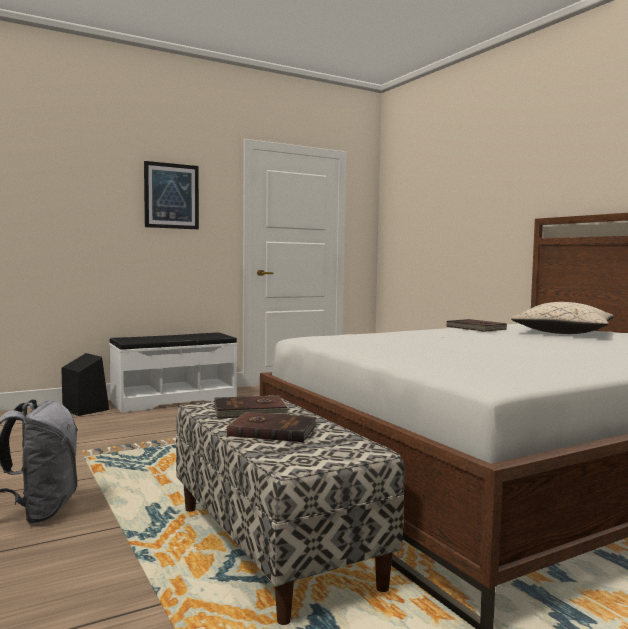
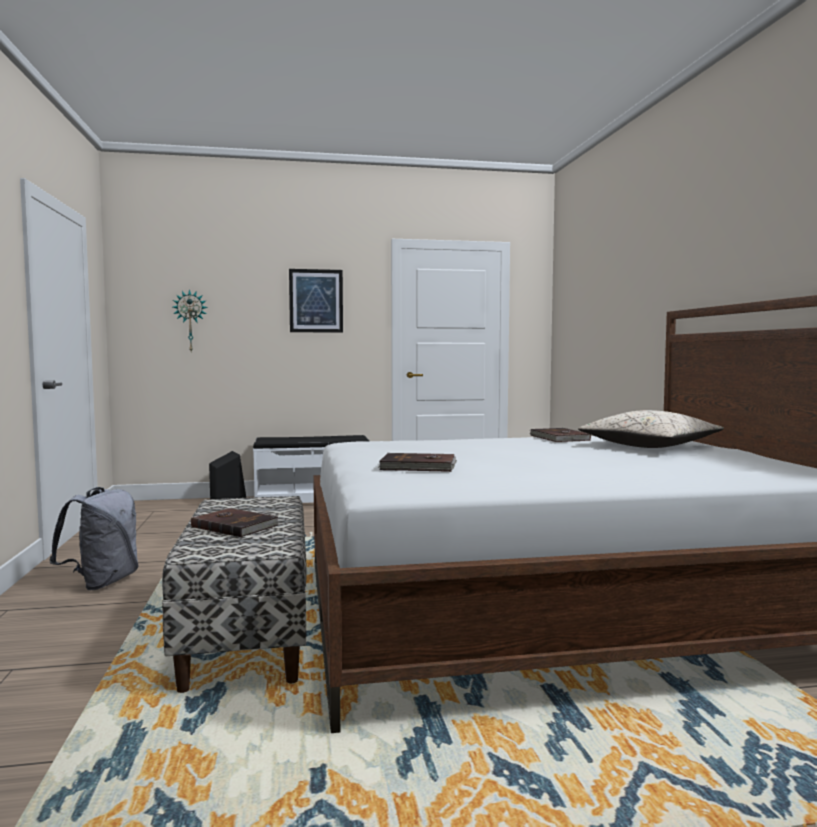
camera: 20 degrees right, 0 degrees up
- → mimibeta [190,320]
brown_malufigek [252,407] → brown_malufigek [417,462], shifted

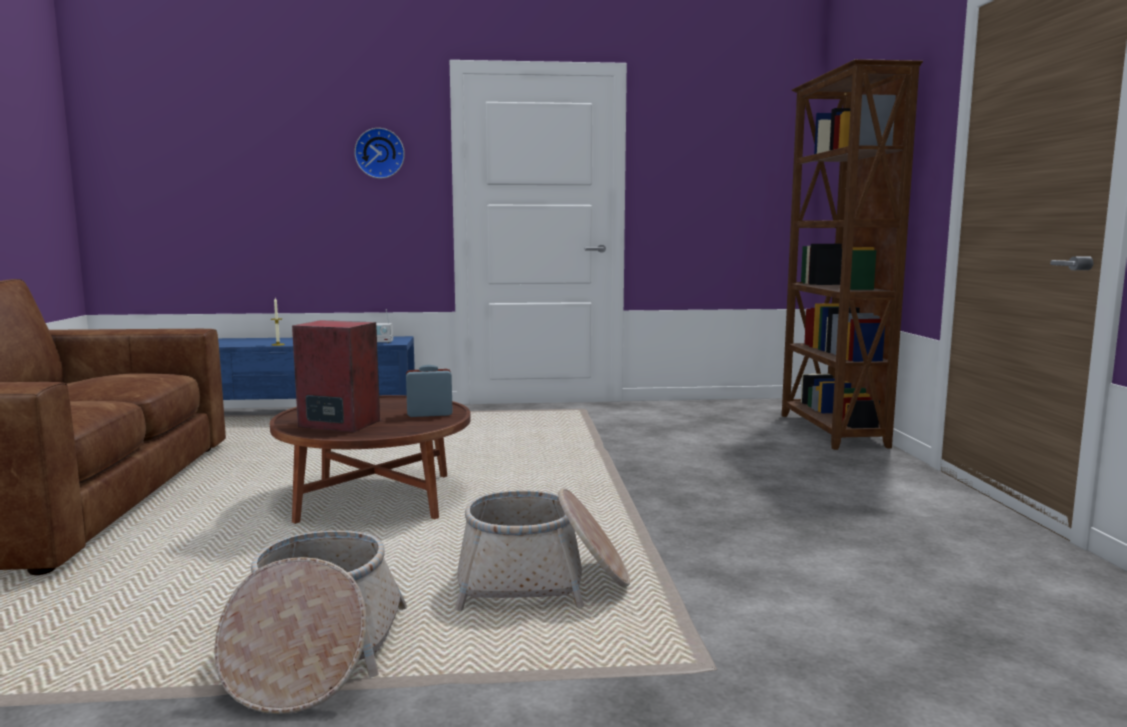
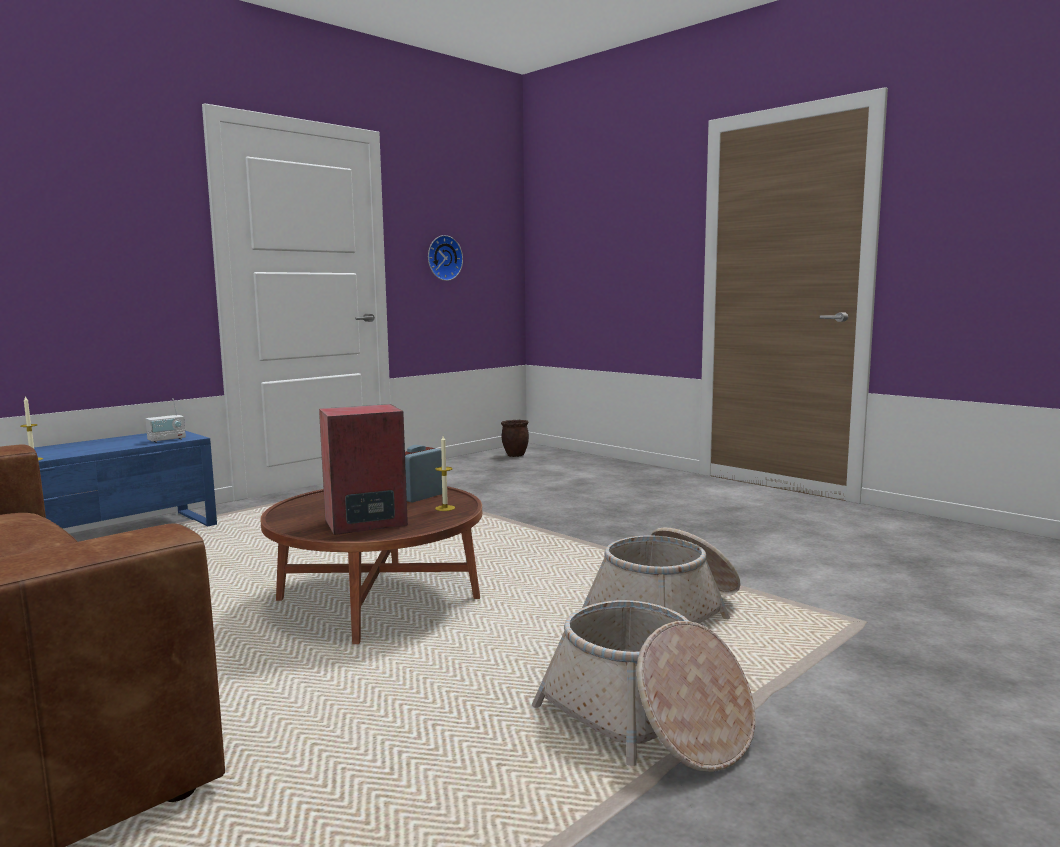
camera: 40 degrees left, 0 degrees up
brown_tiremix [852,254] → -
- → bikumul [445,473]
- → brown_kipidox [515,438]
mimibeta [379,153] → mimibeta [445,258], shifted

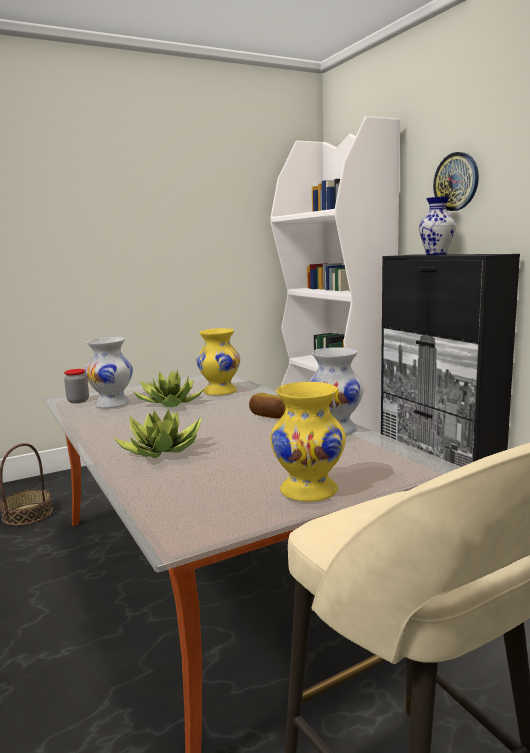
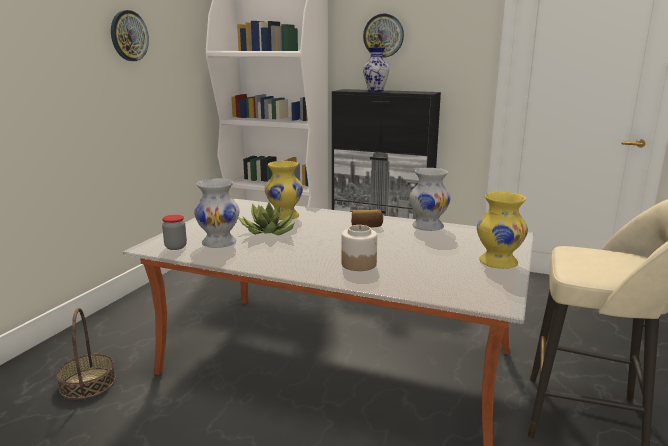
camera: 40 degrees left, 5 degrees up
- → mimibeta [130,35]
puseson [158,434] → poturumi [359,248]

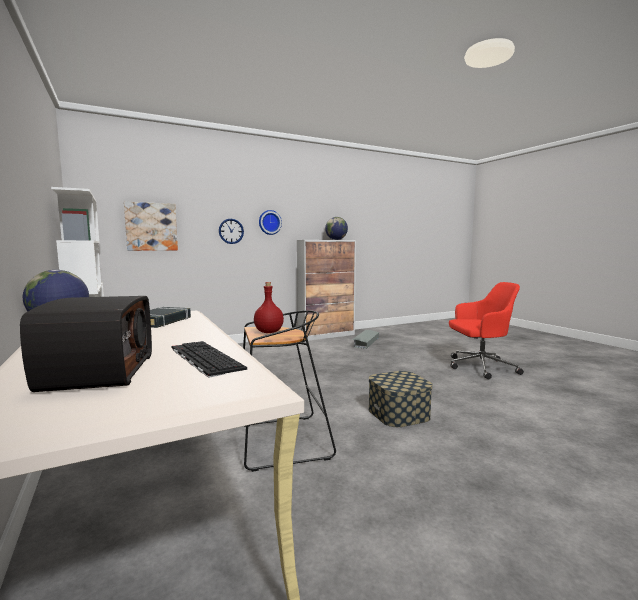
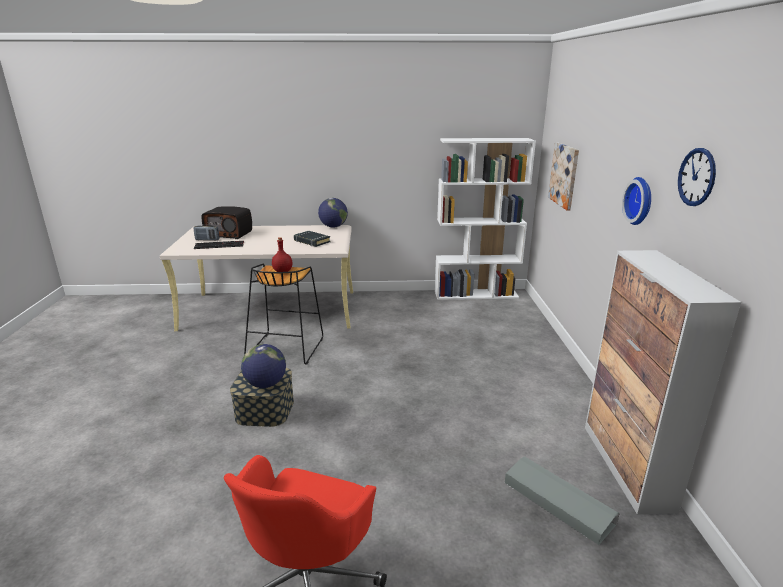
camera: 115 degrees right, 15 degrees up
- → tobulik [206,233]
mimibeta [231,231] → mimibeta [697,177], shifted
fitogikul [336,228] → fitogikul [263,366], shifted

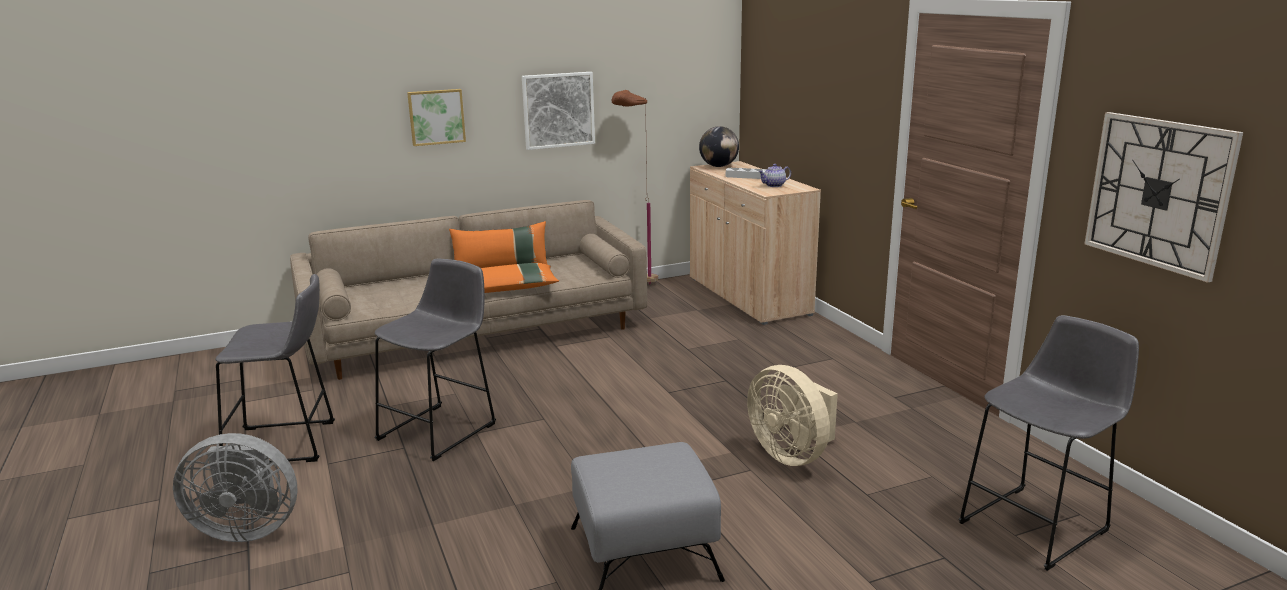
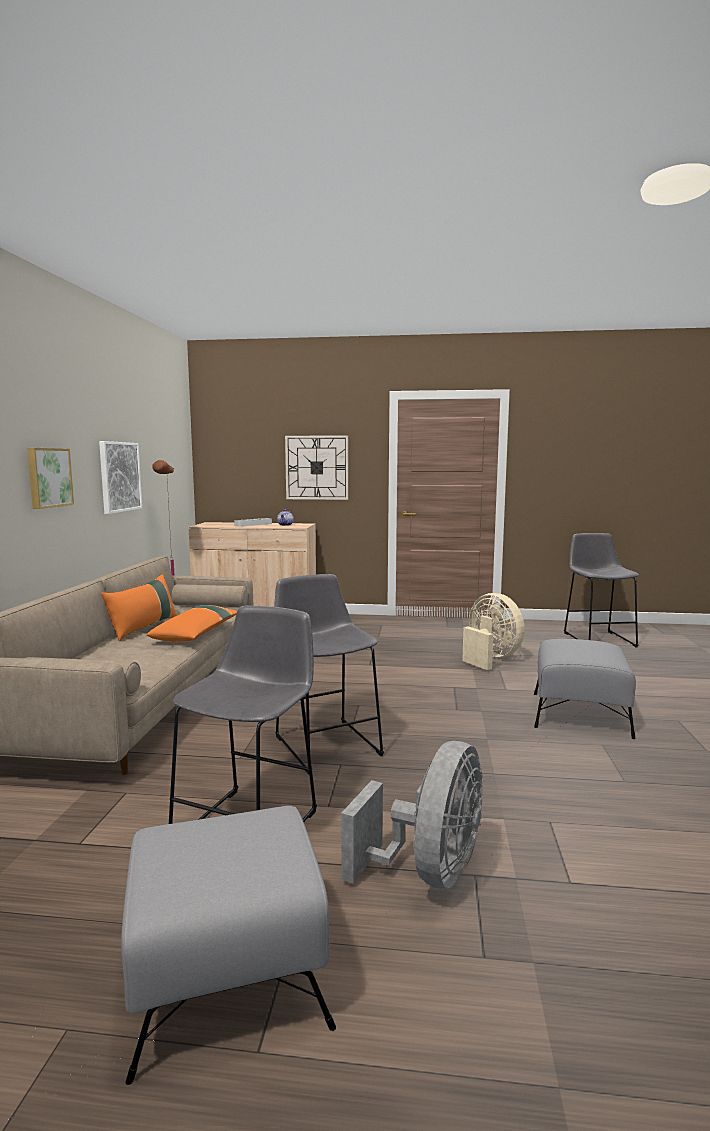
camera: 60 degrees left, 10 degrees down
fitogikul [719,146] → -
- → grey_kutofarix [228,945]
mimibeta [1164,197] → mimibeta [316,467], shifted
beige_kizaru [792,415] → beige_kizaru [493,631], 120 degrees counterclockwise

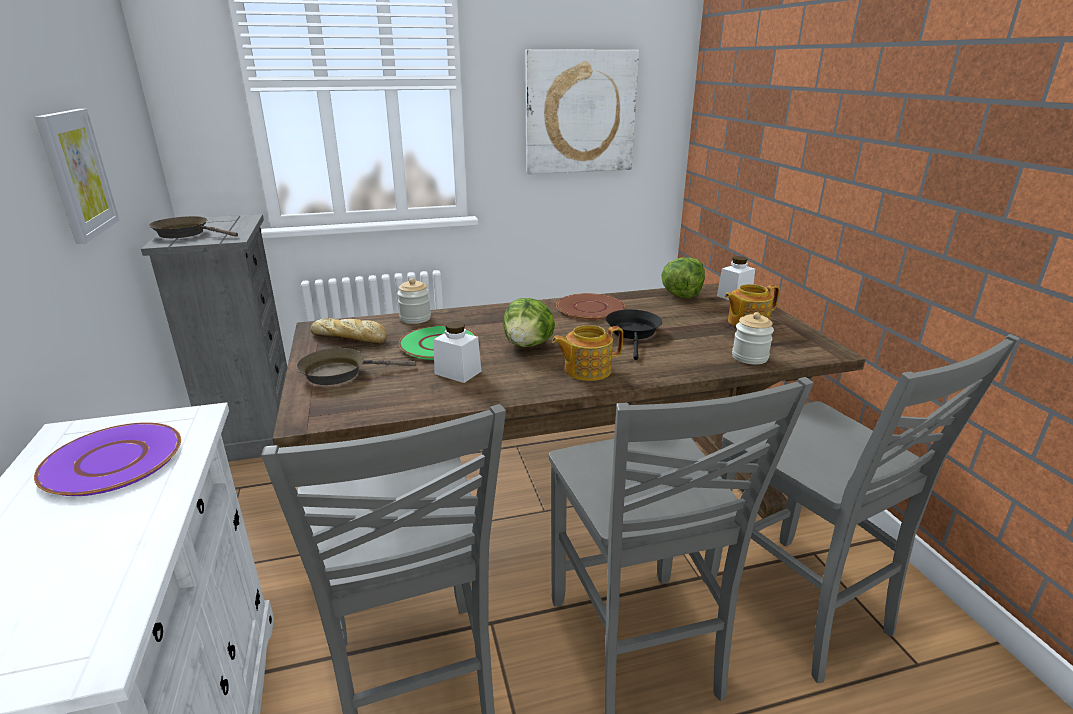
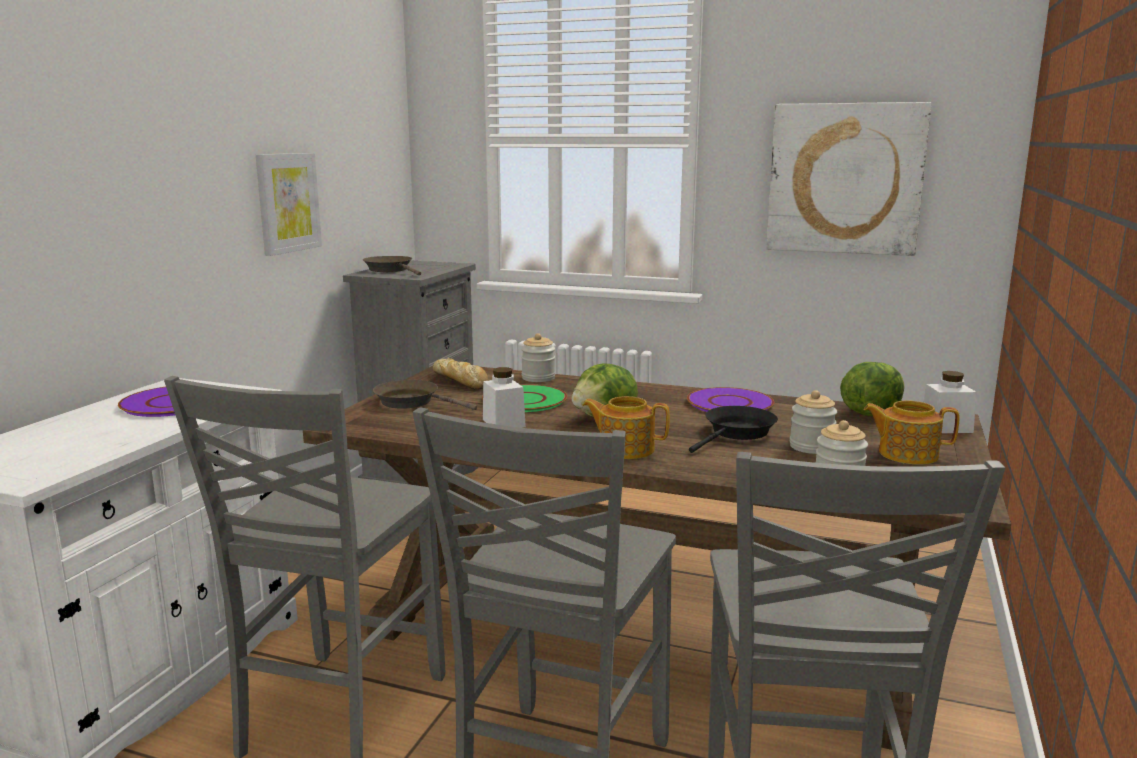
camera: 35 degrees right, 10 degrees down
- → poturumi [813,422]
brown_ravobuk [590,306] → purple_ravobuk [730,399]

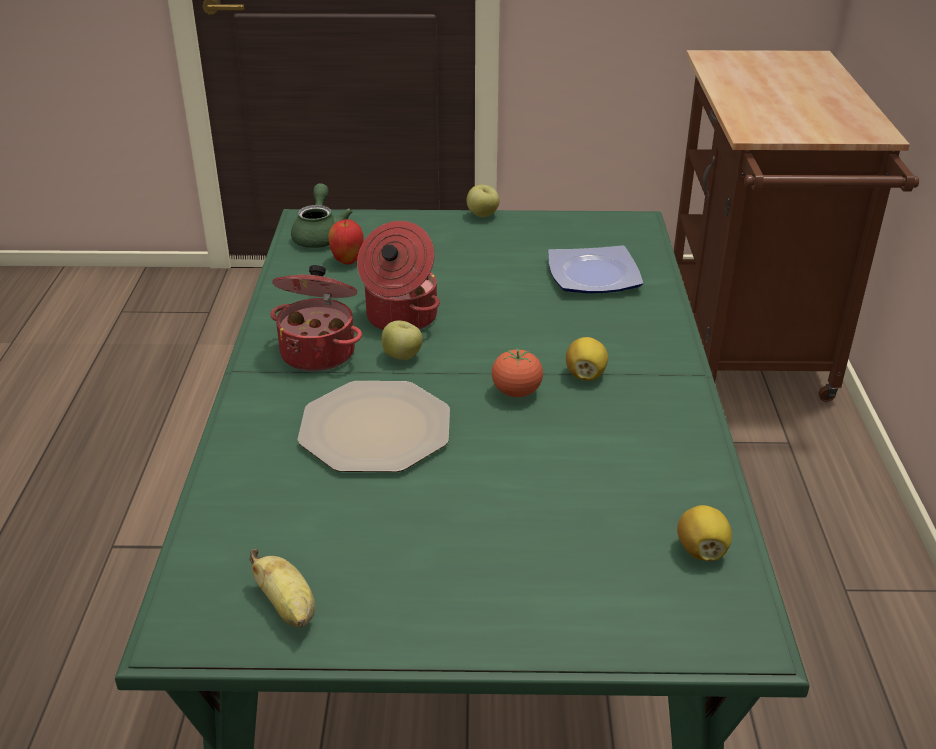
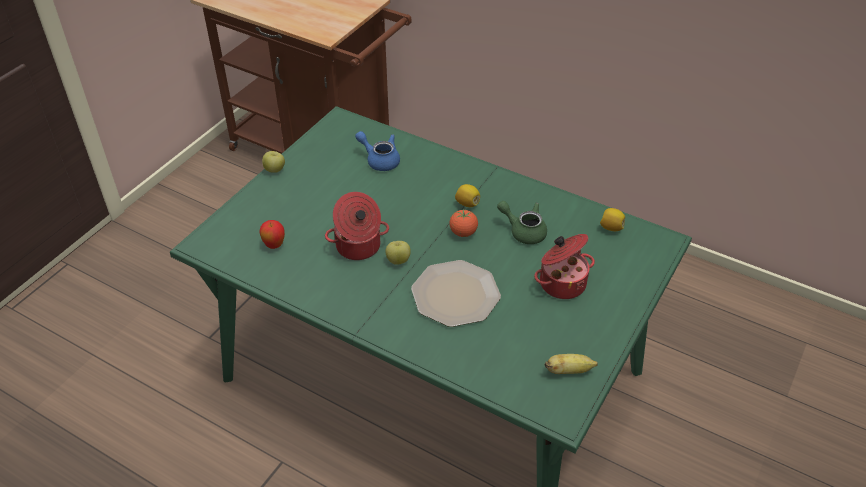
camera: 60 degrees left, 10 degrees up
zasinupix [316,318] → zasinupix [564,266], shifted
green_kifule [322,215] → green_kifule [522,222], shifted
ravobuk [595,269] → blue_kifule [377,151]

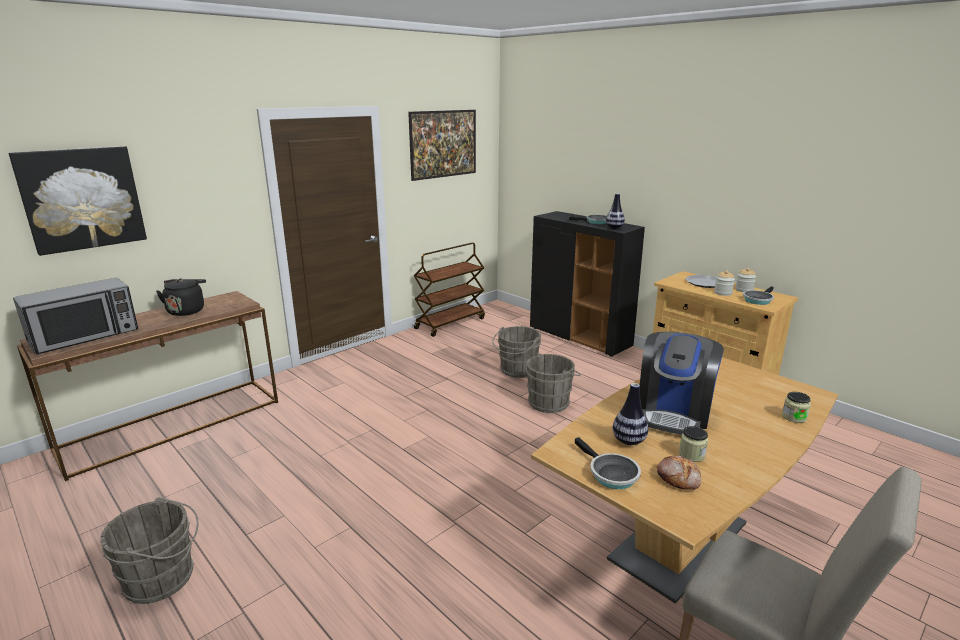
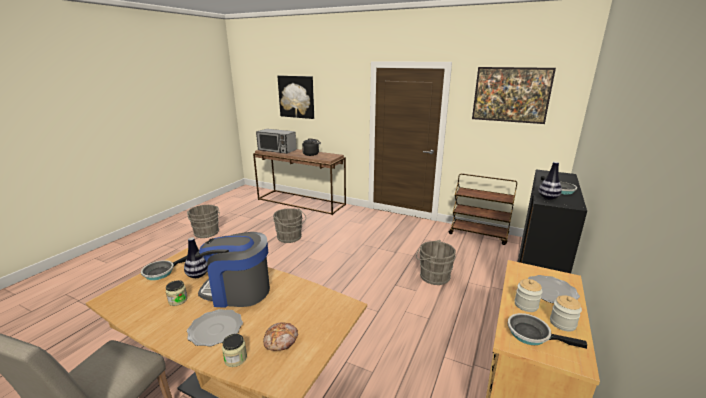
camera: 70 degrees right, 0 degrees up
- → ravobuk [215,328]
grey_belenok [553,383] → grey_belenok [289,225], shifted
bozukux [679,473] → bozukux [280,336], shifted

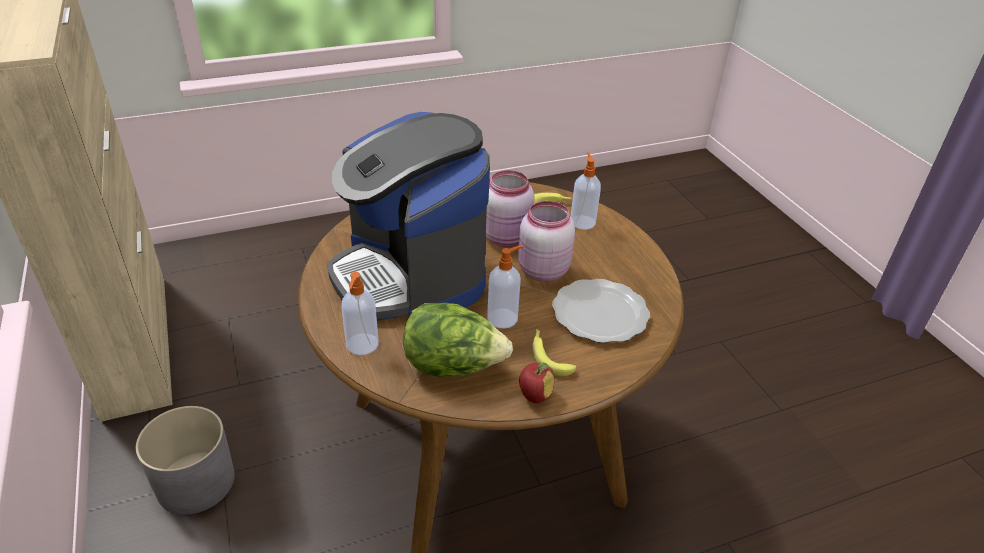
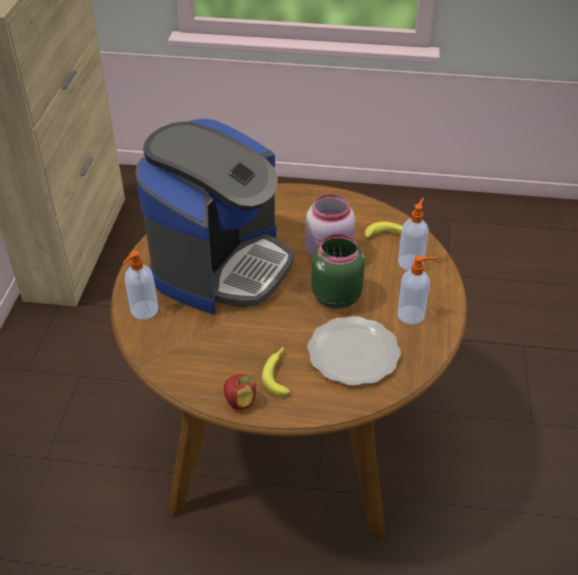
camera: 30 degrees right, 5 degrees up
grey_kipidox [185,460] → -
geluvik [458,340] → -
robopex [505,287] → robopex [417,290], shifted
pink_poturumi [546,241] → green_poturumi [338,271]
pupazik [408,216] → pupazik [214,216], 150 degrees counterclockwise

